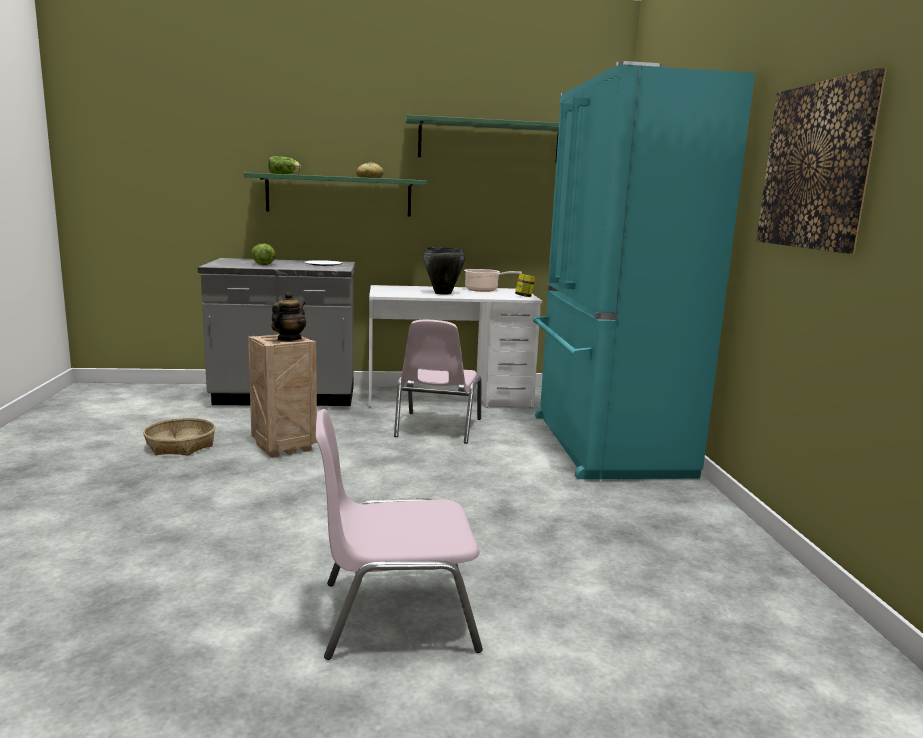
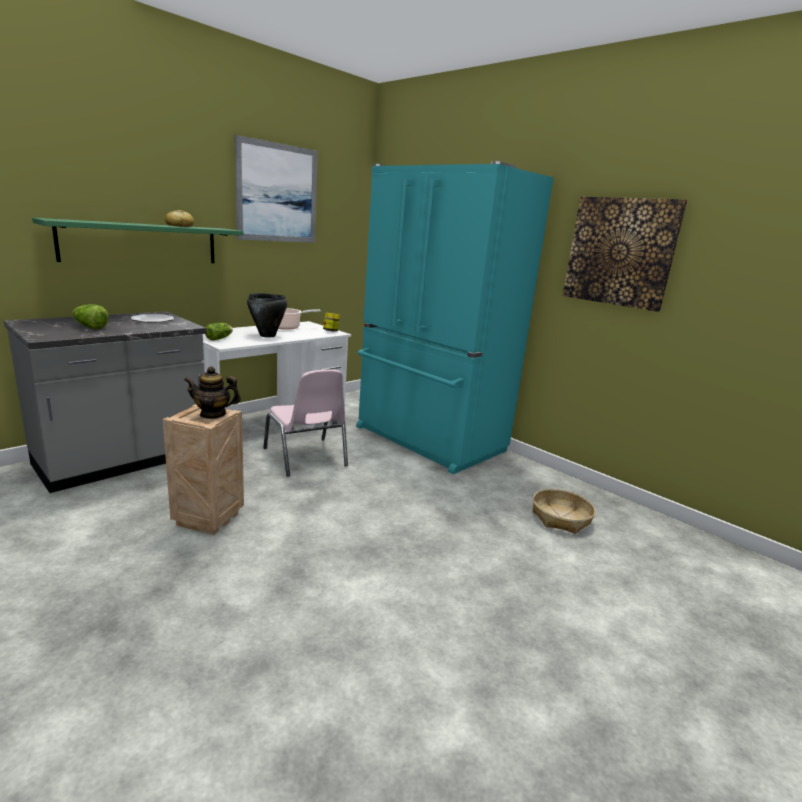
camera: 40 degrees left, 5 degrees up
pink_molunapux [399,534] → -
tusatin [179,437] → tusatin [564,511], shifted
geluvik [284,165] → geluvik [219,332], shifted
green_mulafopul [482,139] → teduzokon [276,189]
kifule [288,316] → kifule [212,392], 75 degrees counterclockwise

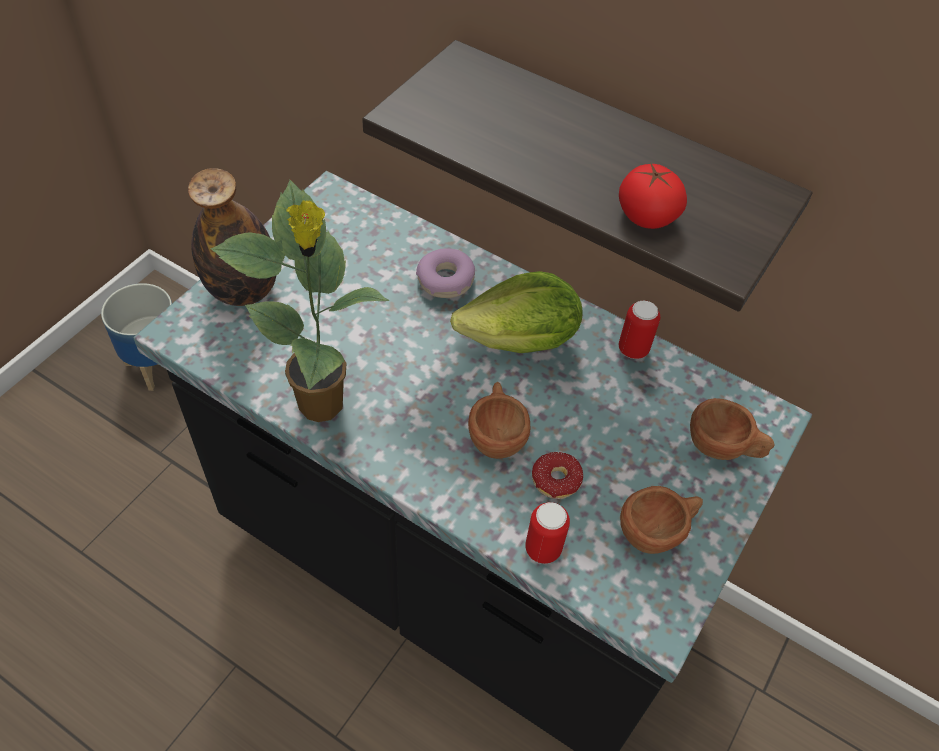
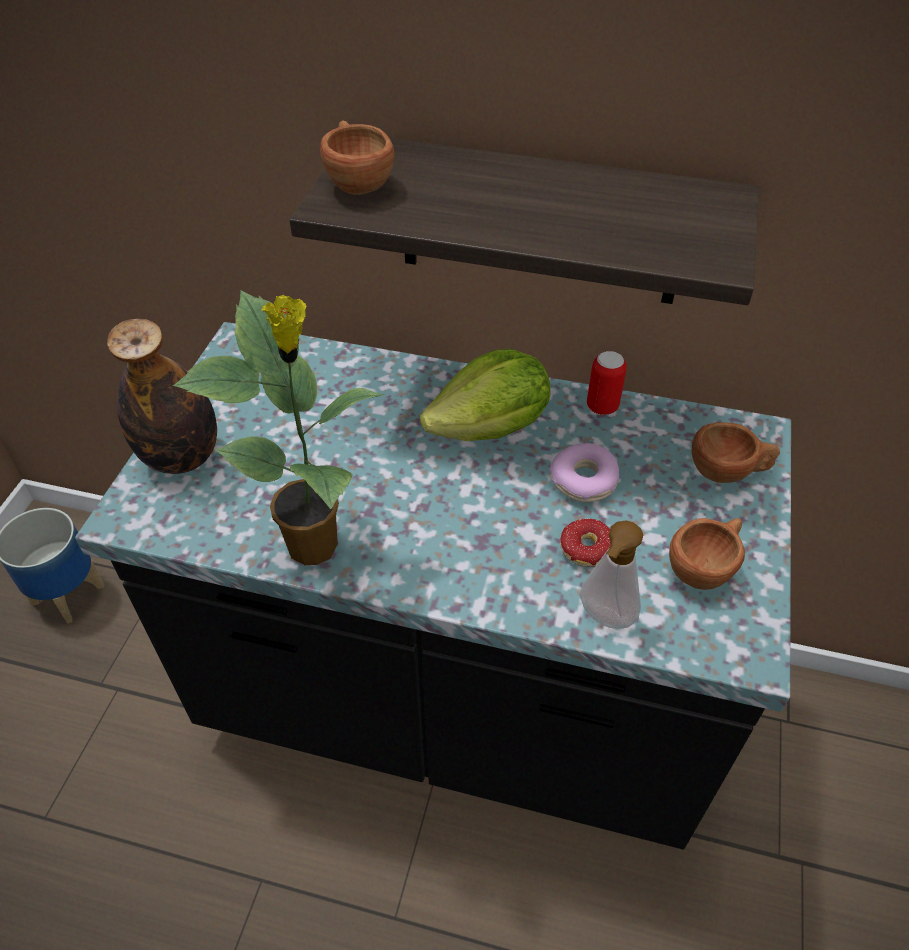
camera: 15 degrees left, 5 degrees down
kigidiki [653,195] → -
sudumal [445,273] → sudumal [584,472], shifted
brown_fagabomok [499,420] → brown_fagabomok [357,157], shifted
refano [547,533] → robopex [611,575]

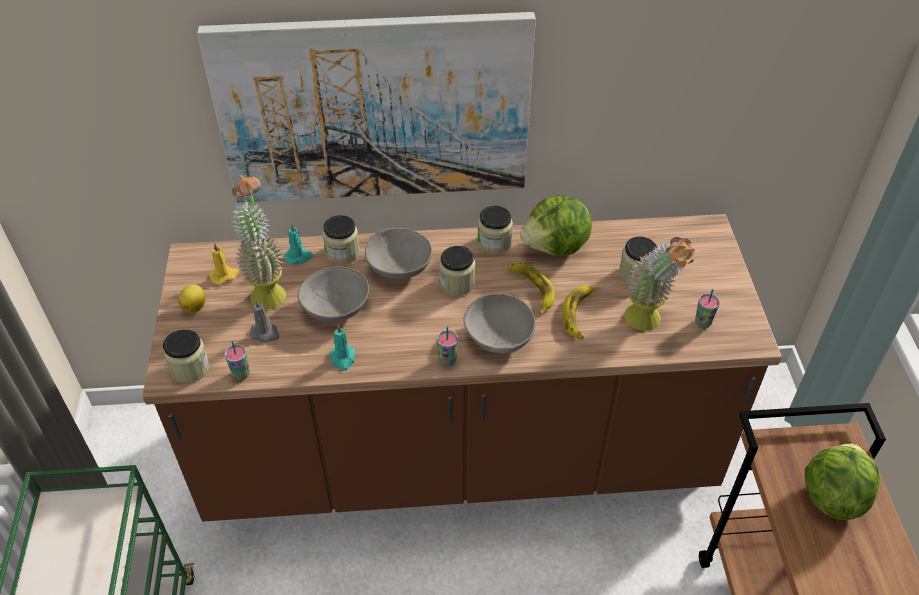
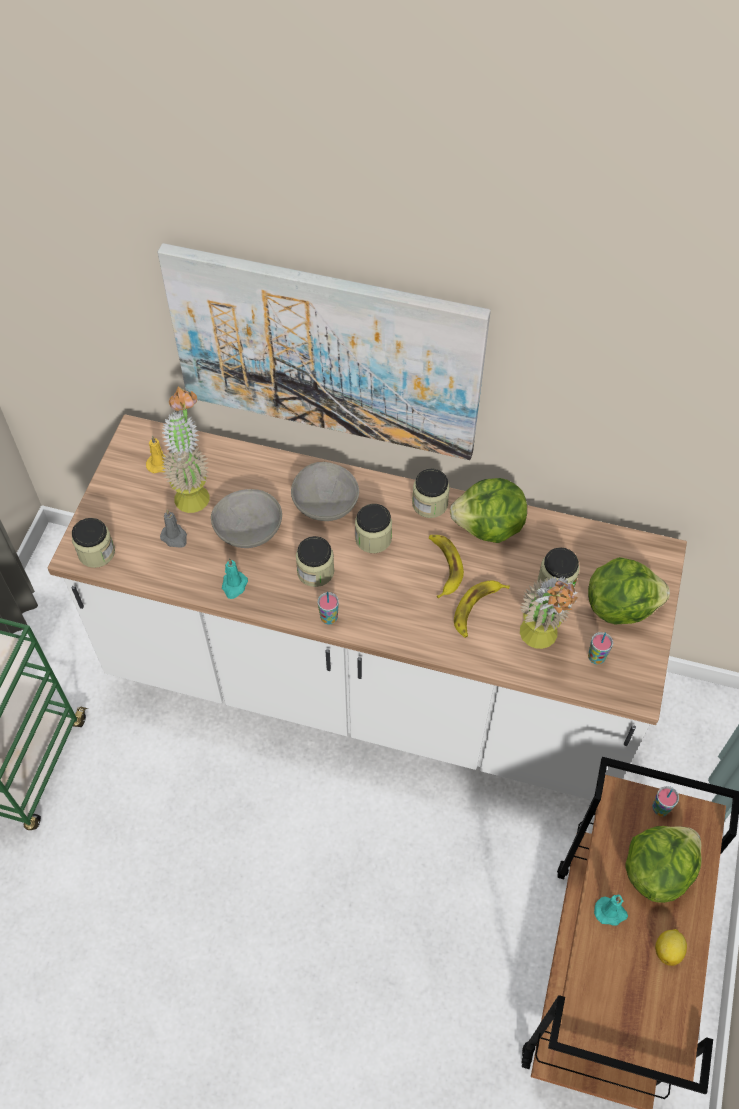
camera: 20 degrees right, 10 degrees up
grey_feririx [499,324] → -
- → geluvik [629,591]
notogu [192,299] → notogu [671,947], shifted
fagabomok [237,360] → fagabomok [665,801], shifted
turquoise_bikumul [298,244] → turquoise_bikumul [611,910], shifted
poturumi [341,239] → poturumi [315,561], shifted
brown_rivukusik [462,368] → white_rivukusik [367,607]

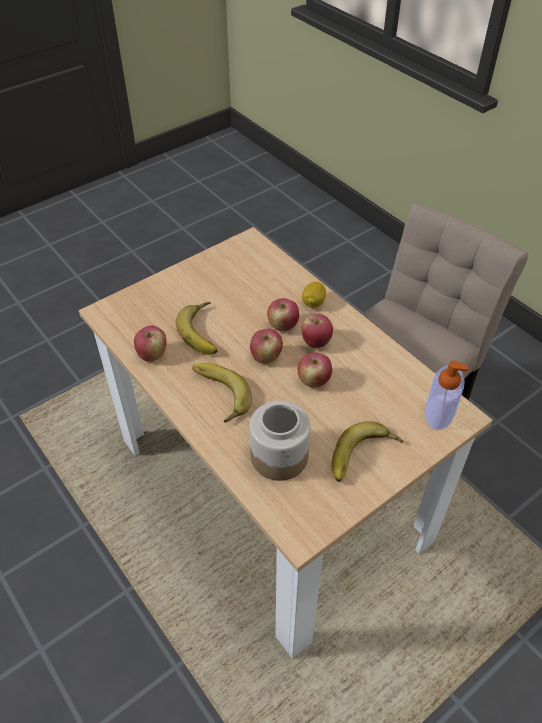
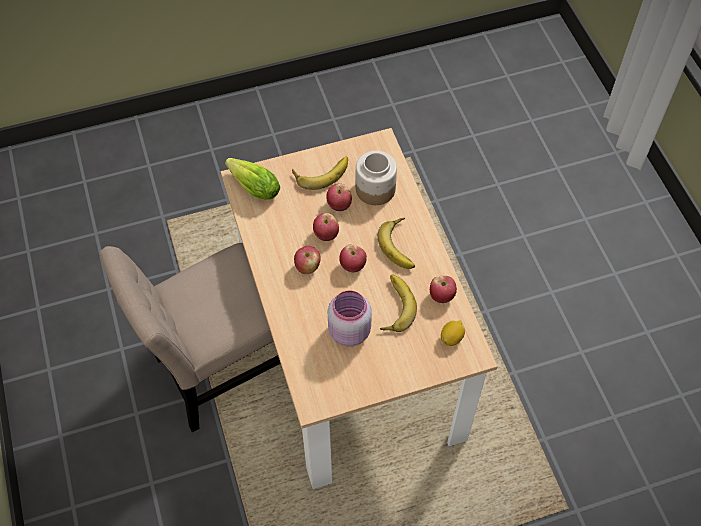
camera: 160 degrees left, 10 degrees up
- → pink_poturumi [350,318]
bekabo [283,314] → bekabo [339,197], shifted
notogu [314,295] → notogu [453,333], shifted
robopex [447,395] → geluvik [252,179]

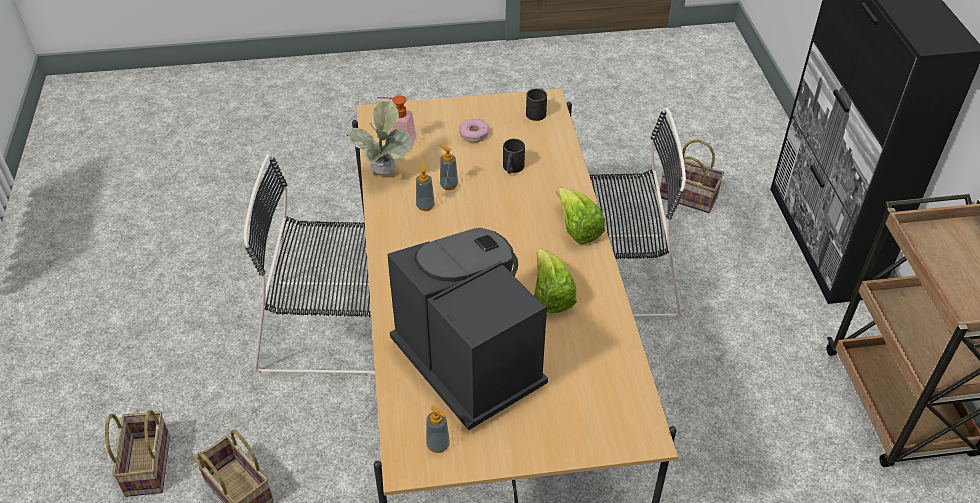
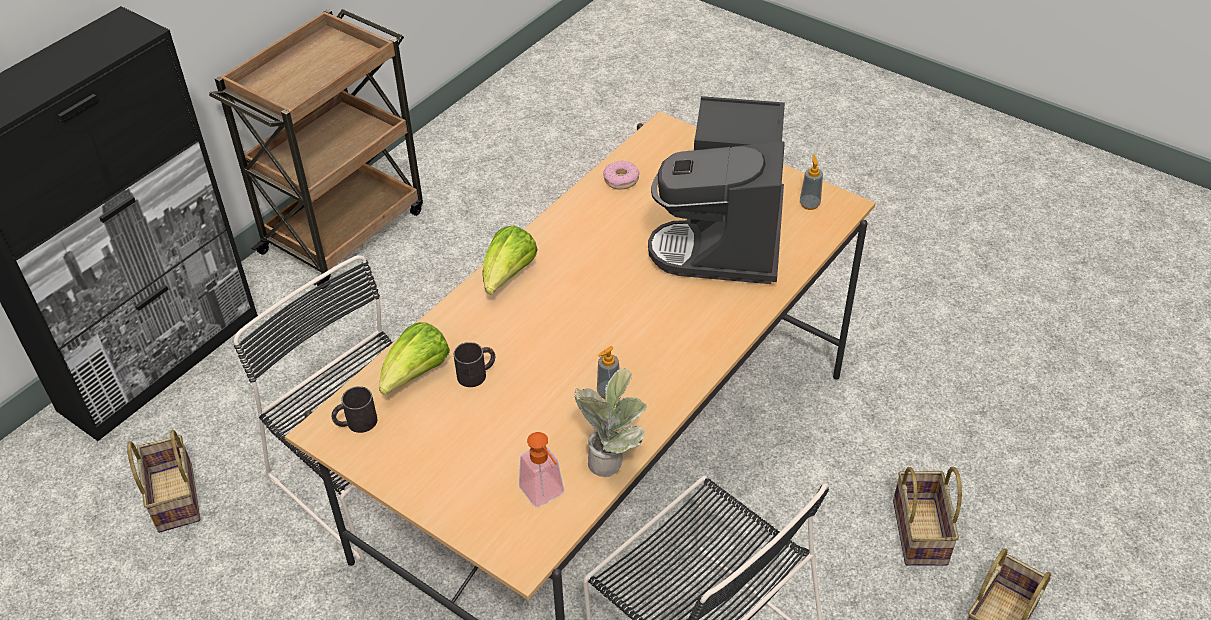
camera: 135 degrees left, 0 degrees up
robopex [448,167] → -
sudumal [474,130] → sudumal [621,175], shifted
geluvik [555,281] → geluvik [414,358], shifted

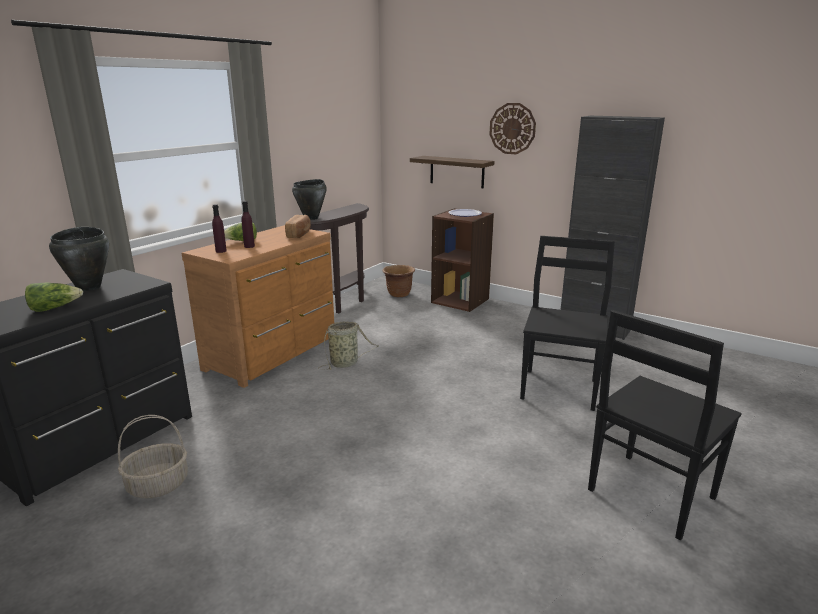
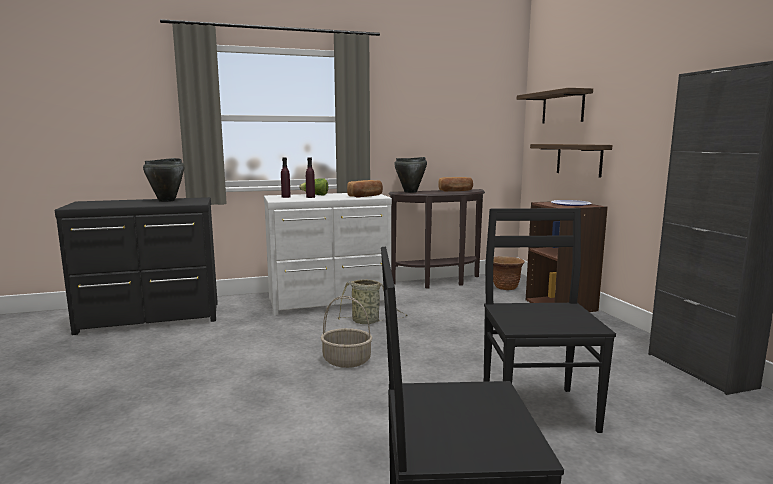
camera: 40 degrees right, 10 degrees down
geluvik [54,297] → -
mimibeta [512,128] → -
- → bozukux [455,184]
- → mulafopul [555,106]
tusatin [153,456] → tusatin [346,332], shifted
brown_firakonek [258,306] → white_firakonek [328,254]
black_molunapux [567,323] → black_molunapux [550,320], 60 degrees counterclockwise

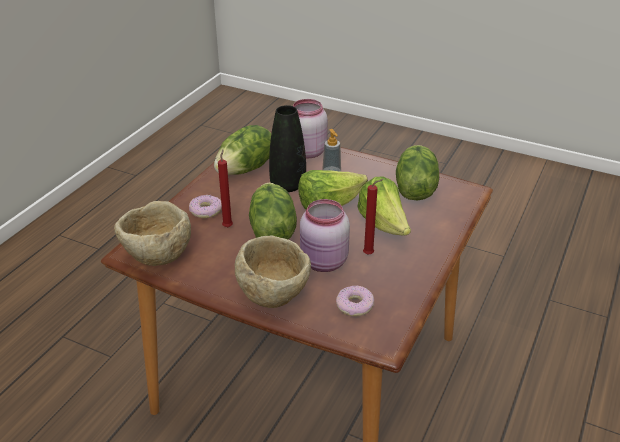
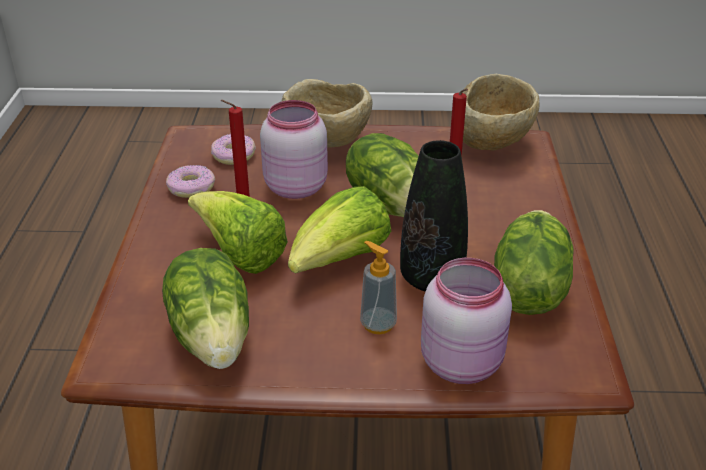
camera: 155 degrees right, 0 degrees up
sudumal [205,206] → sudumal [190,181], shifted

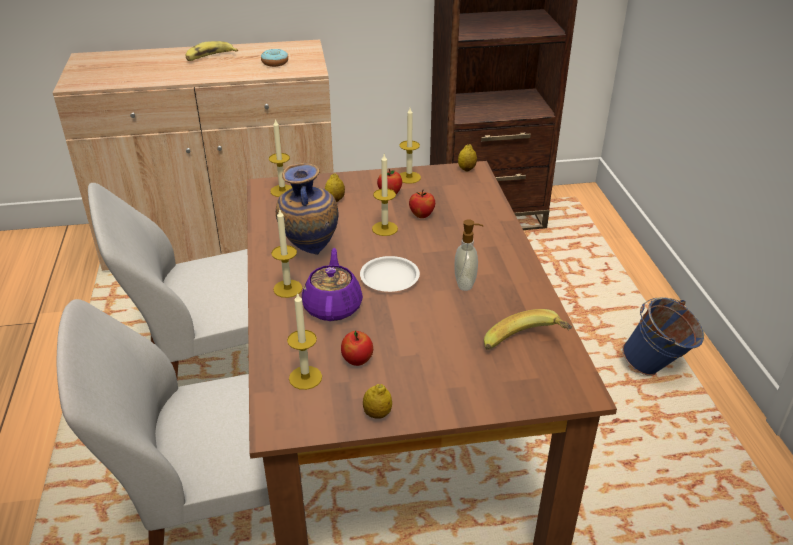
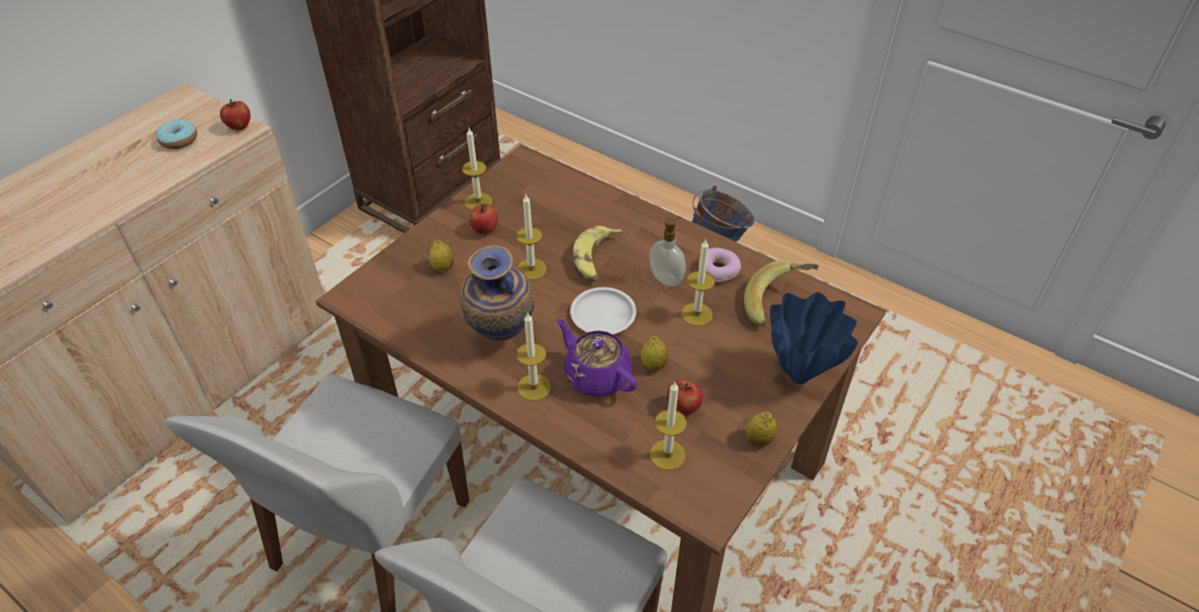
camera: 45 degrees left, 10 degrees up
- → sudumal [720,265]
- → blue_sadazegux [814,338]
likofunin [212,51] → likofunin [597,254], shifted
bikumul [280,158] → bikumul [698,282], shifted
bekabo [422,204] → bekabo [235,115], shifted
notogu [467,158] → notogu [654,353], shifted

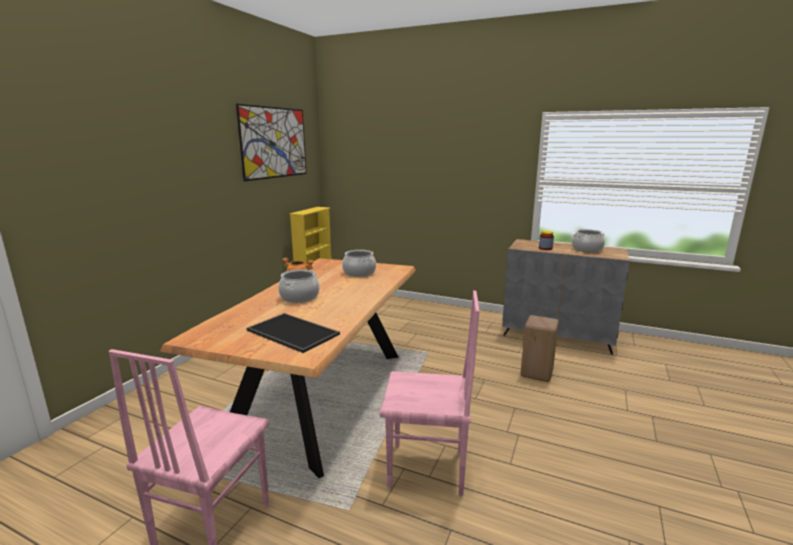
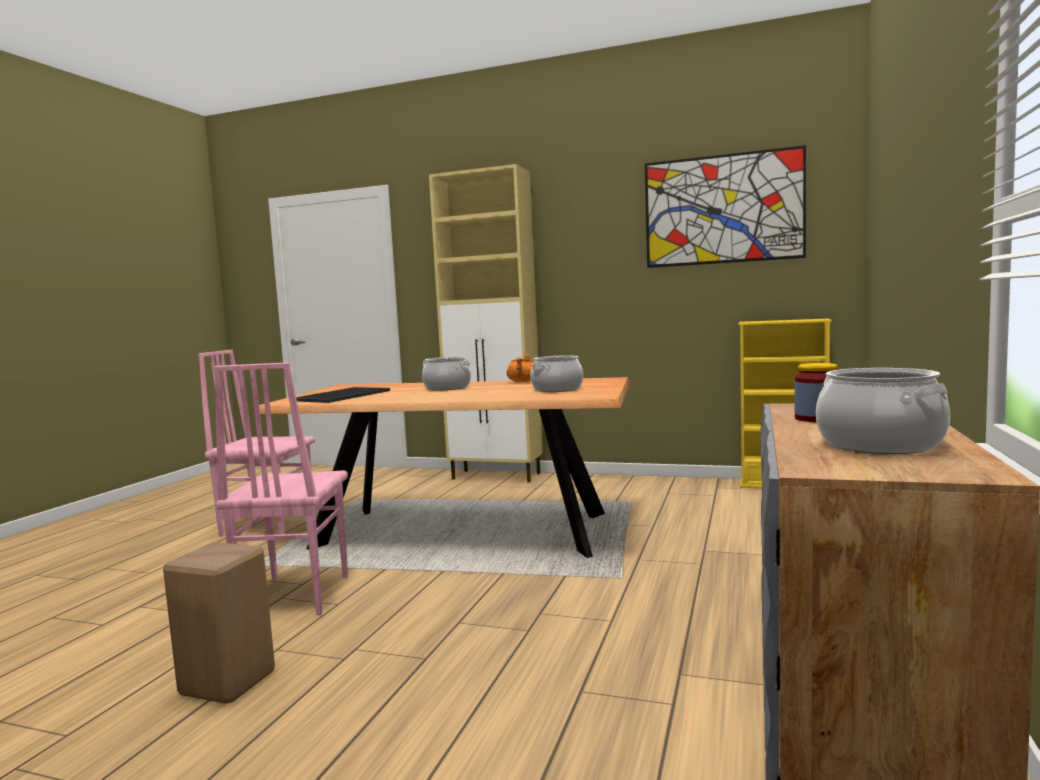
camera: 85 degrees right, 10 degrees down
- → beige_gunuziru [486,323]
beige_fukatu [539,348] → beige_fukatu [219,623], shifted

